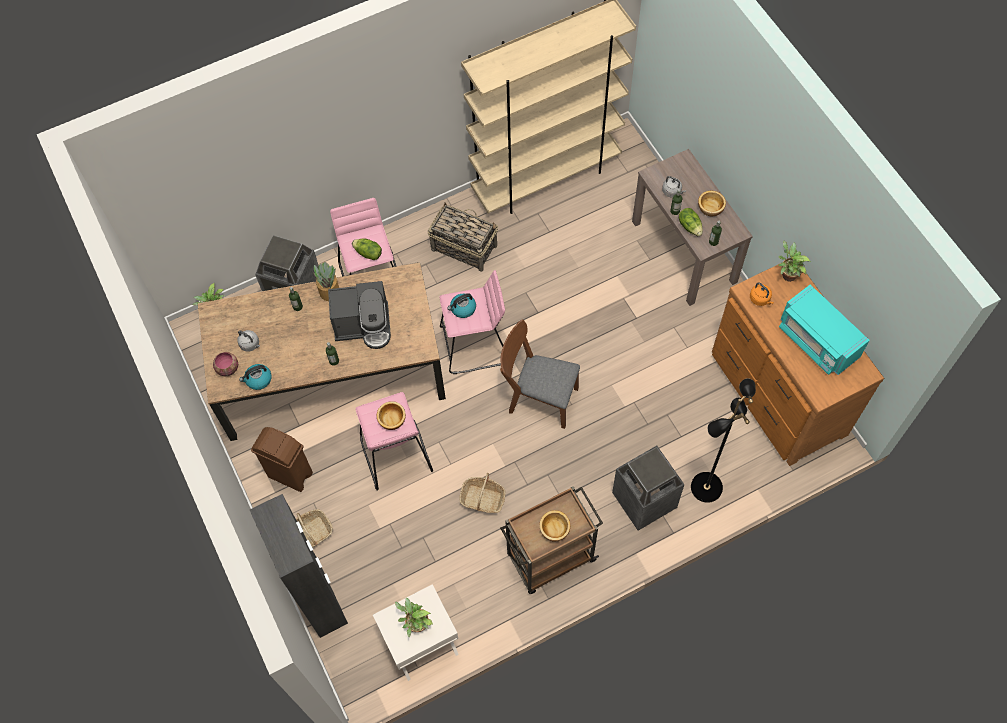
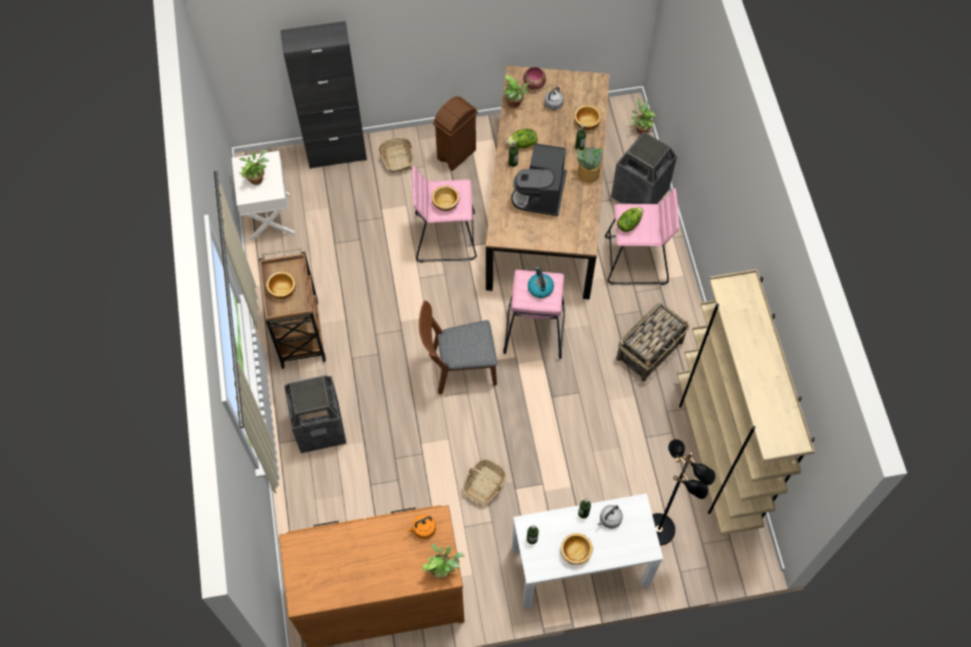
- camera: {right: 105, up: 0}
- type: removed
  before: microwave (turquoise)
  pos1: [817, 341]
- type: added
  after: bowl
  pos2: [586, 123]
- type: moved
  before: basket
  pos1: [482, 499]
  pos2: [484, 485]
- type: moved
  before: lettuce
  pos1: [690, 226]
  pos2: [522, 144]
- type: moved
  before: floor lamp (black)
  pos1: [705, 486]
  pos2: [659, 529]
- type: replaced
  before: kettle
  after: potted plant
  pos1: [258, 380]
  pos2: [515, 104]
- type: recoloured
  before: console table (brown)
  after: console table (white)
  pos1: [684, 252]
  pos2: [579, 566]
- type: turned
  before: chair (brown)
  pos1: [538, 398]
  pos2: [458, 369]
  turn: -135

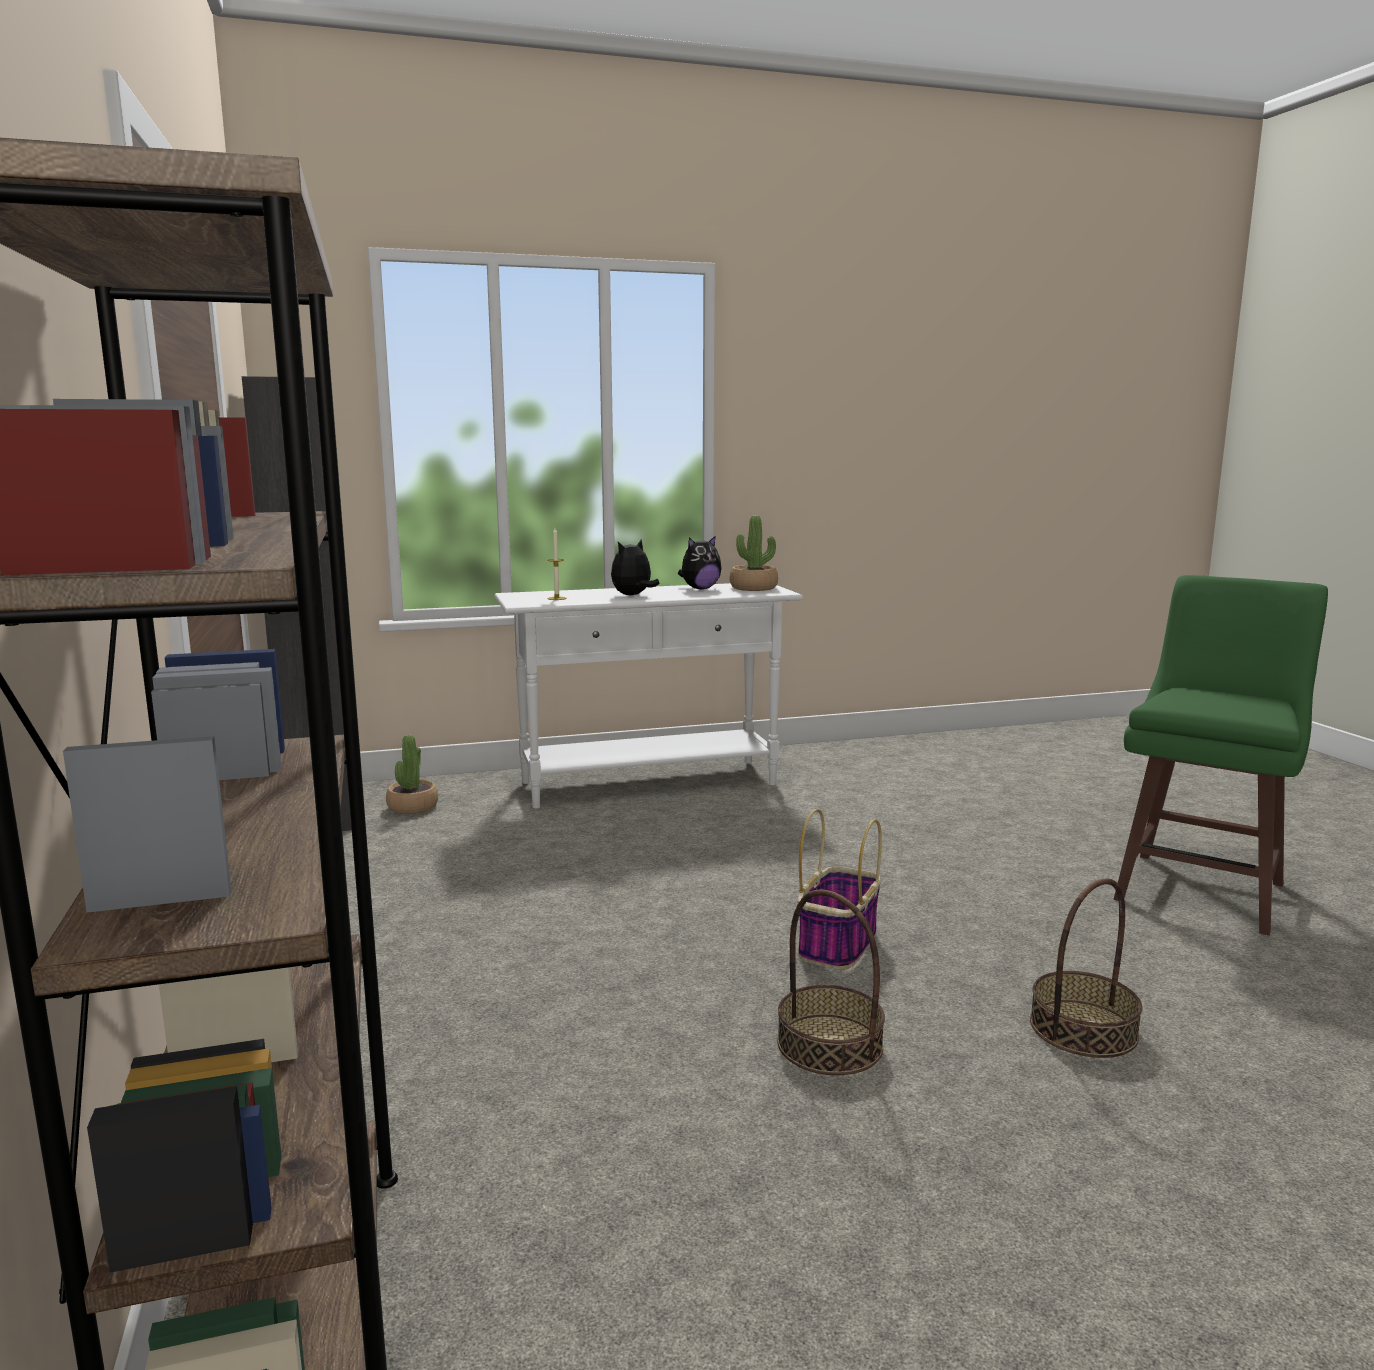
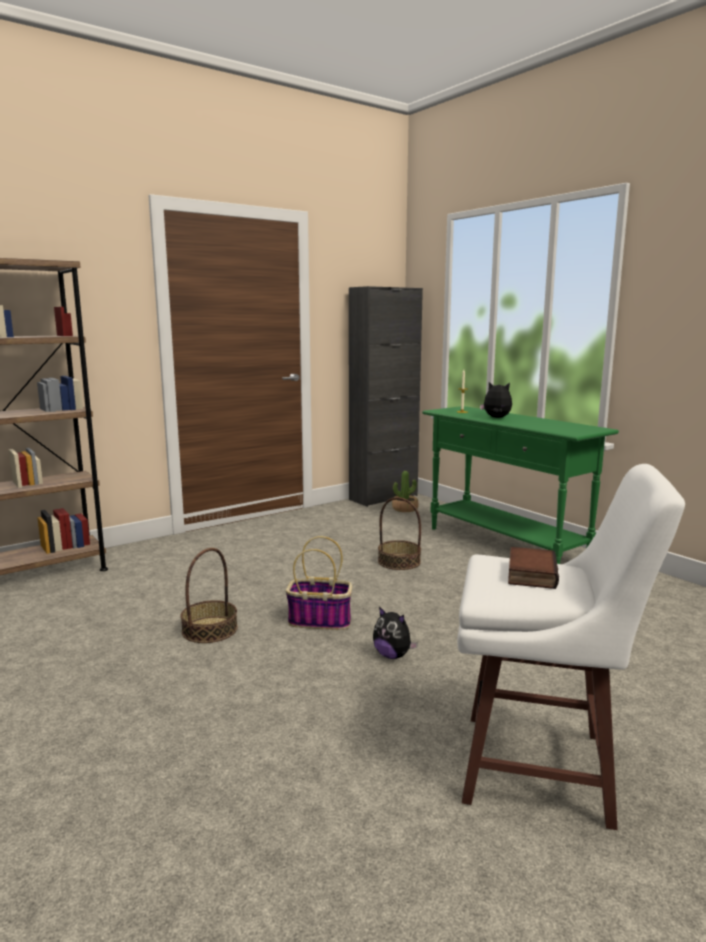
- camera: {right: 70, up: 0}
- type: removed
  before: potted plant
  pos1: [753, 588]
- type: added
  after: book
  pos2: [529, 573]
- type: moved
  before: plush toy
  pos1: [700, 589]
  pos2: [393, 655]
- type: moved
  before: basket
  pos1: [1083, 1029]
  pos2: [399, 562]
- type: recoloured
  before: console table (white)
  after: console table (green)
  pos1: [650, 784]
  pos2: [505, 545]
- type: recoloured
  before: stool (green)
  after: stool (white)
  pos1: [1202, 890]
  pos2: [541, 769]

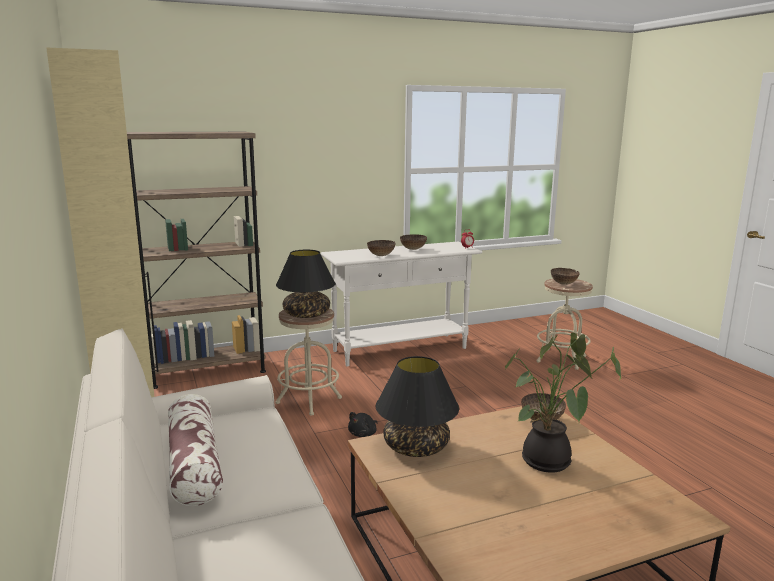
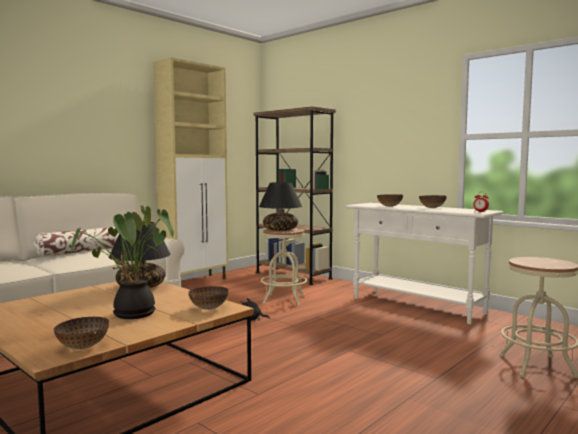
- camera: {right: 65, up: -10}
- type: moved
  before: bowl
  pos1: [563, 284]
  pos2: [82, 347]

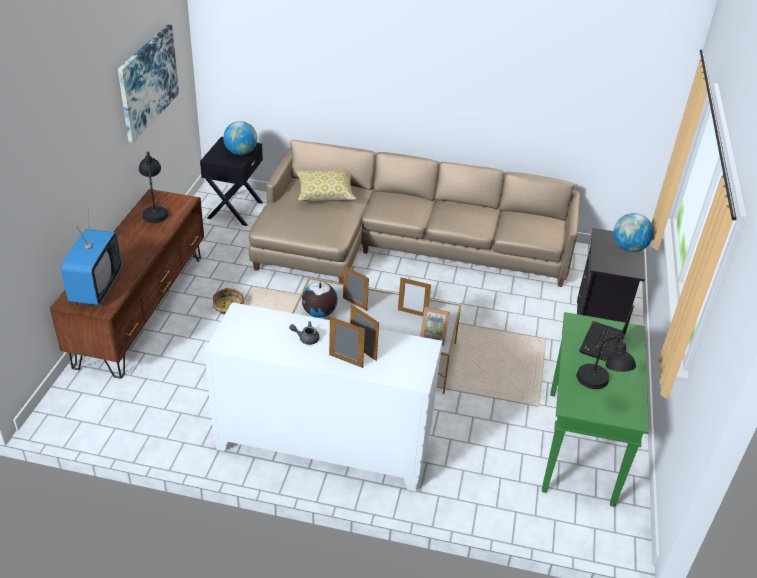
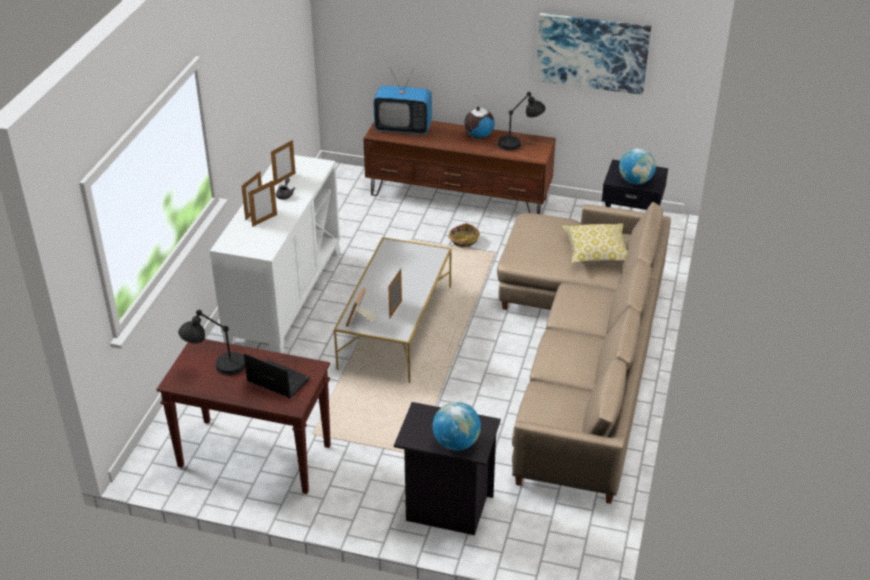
- camera: {right: 95, up: 0}
- type: moved
  before: globe
  pos1: [319, 313]
  pos2: [478, 136]
- type: moved
  before: picture frame
  pos1: [355, 304]
  pos2: [284, 179]
- type: recoloured
  before: console table (green)
  after: console table (brown)
  pos1: [581, 447]
  pos2: [253, 456]

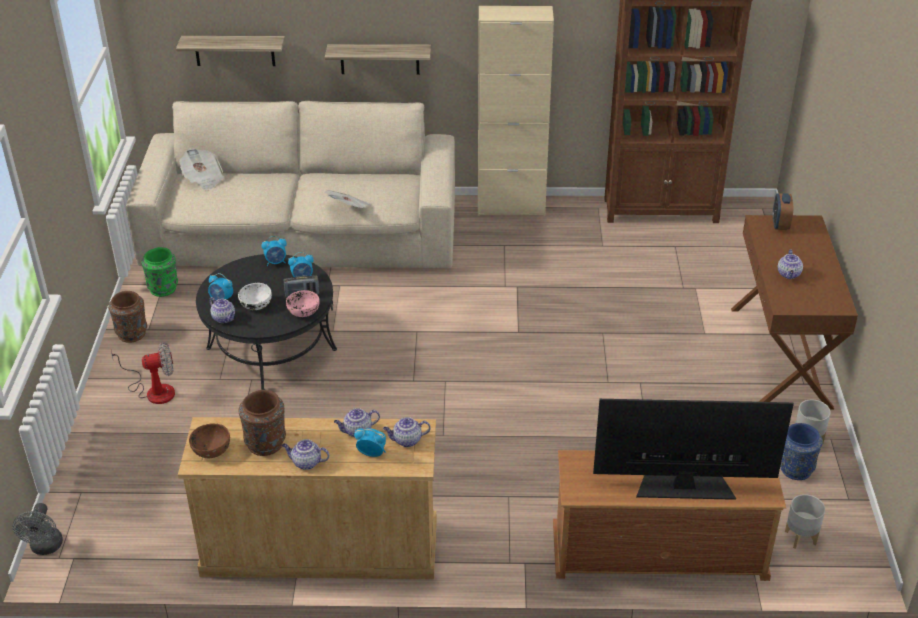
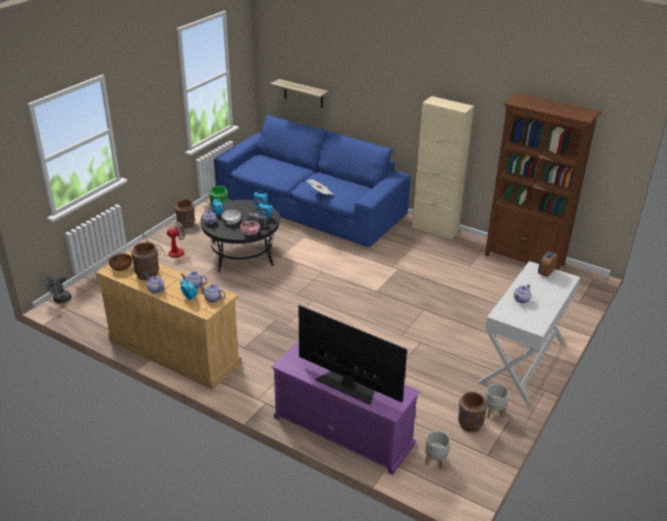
- camera: {right: 30, up: -5}
- type: removed
  before: newspaper
  pos1: [203, 179]
- type: removed
  before: shelf
  pos1: [379, 59]
- type: recoloured
  before: sofa (beige)
  after: sofa (blue)
  pos1: [301, 234]
  pos2: [309, 207]
- type: recoloured
  before: tv stand (brown)
  after: tv stand (purple)
  pos1: [657, 552]
  pos2: [341, 430]
- type: recoloured
  before: console table (brown)
  after: console table (white)
  pos1: [781, 356]
  pos2: [522, 362]
- type: recoloured
  before: vase (blue)
  after: vase (brown)
  pos1: [795, 469]
  pos2: [469, 424]
- type: turned
  before: fan
  pos1: [153, 390]
  pos2: [171, 252]
  turn: -45

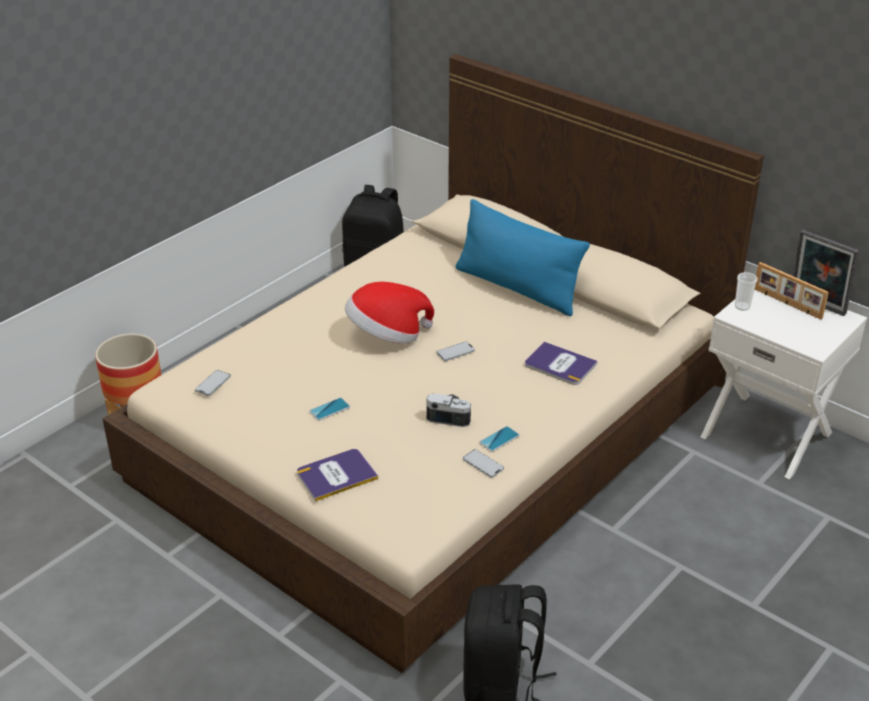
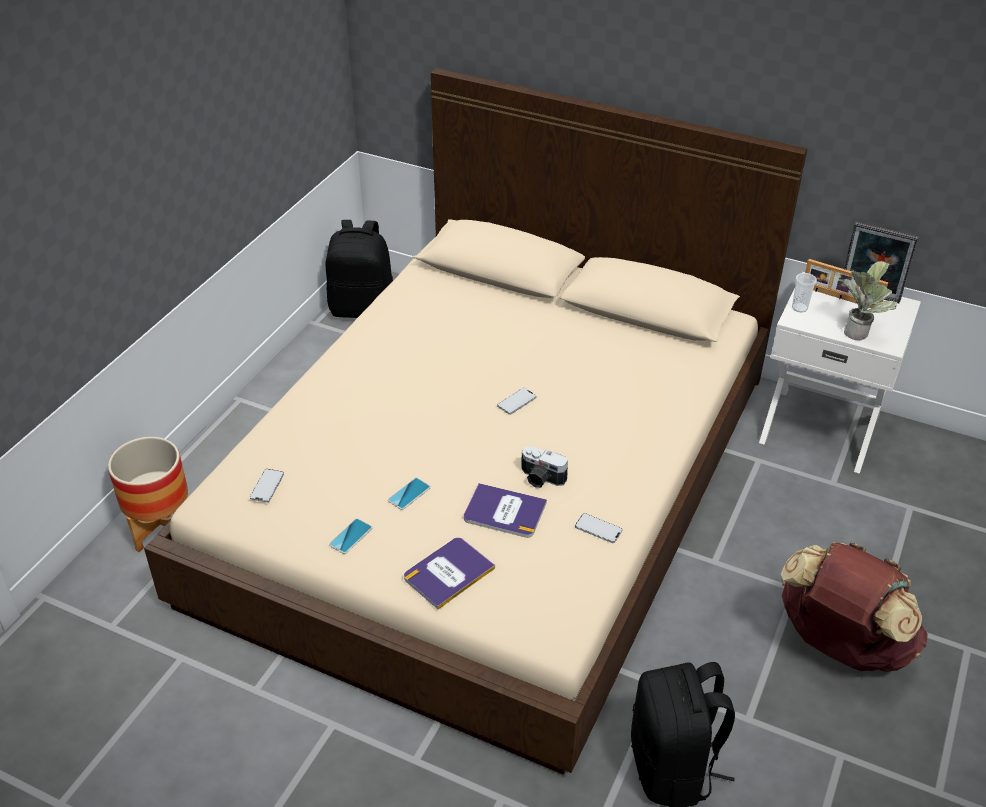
- camera: {right: -15, up: 5}
- type: removed
  before: hat
  pos1: [387, 336]
- type: removed
  before: pillow (blue)
  pos1: [517, 288]
- type: added
  after: backpack (brown)
  pos2: [840, 645]
- type: added
  after: potted plant
  pos2: [859, 330]
- type: moved
  before: phone
  pos1: [499, 439]
  pos2: [350, 536]
- type: moved
  before: book
  pos1: [560, 365]
  pos2: [504, 512]
- type: turned
  before: photo camera
  pos1: [449, 416]
  pos2: [541, 479]
  turn: -150

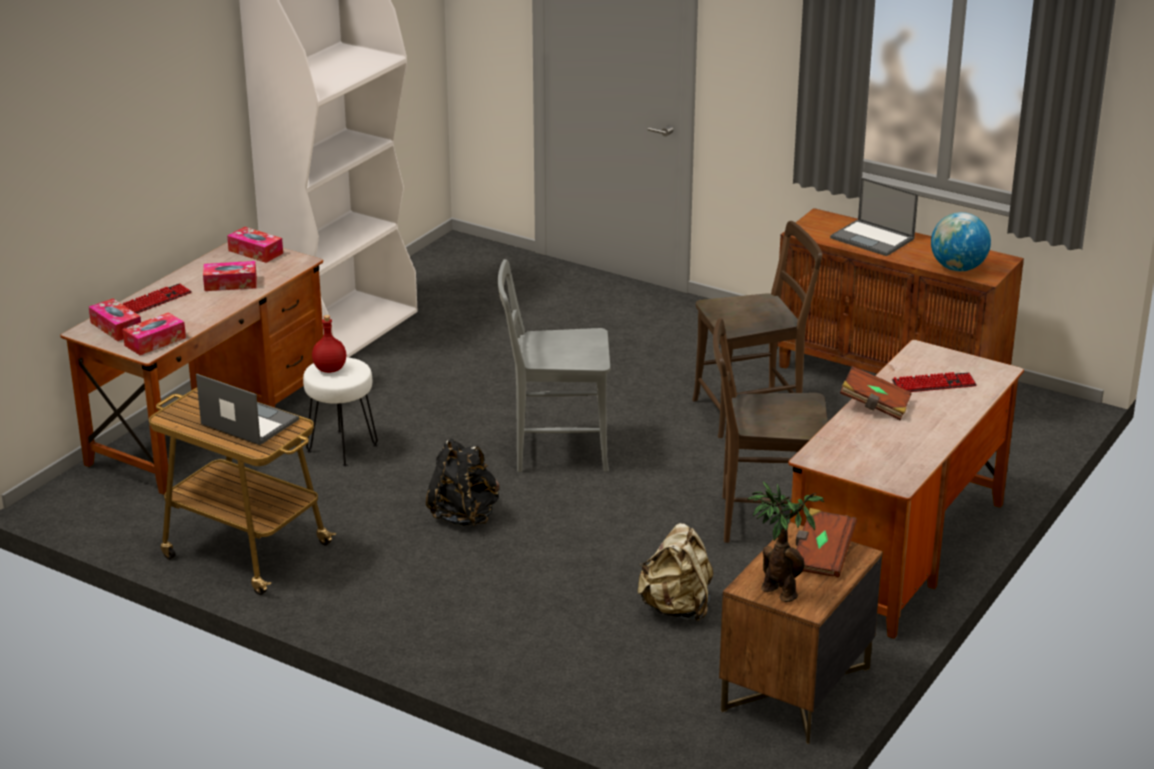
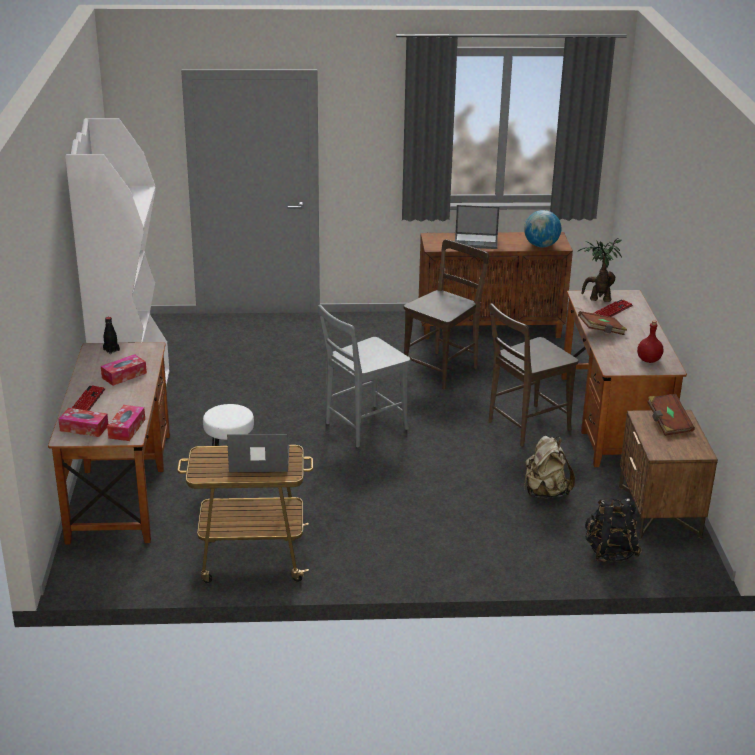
- camera: {right: -35, up: 0}
- type: moved
  before: bottle (red)
  pos1: [330, 369]
  pos2: [649, 360]
- type: moved
  before: backpack (black)
  pos1: [464, 515]
  pos2: [610, 552]
- type: moved
  before: potted plant
  pos1: [777, 590]
  pos2: [597, 299]
- type: replaced
  before: tissue box
  after: bottle (black)
  pos1: [255, 252]
  pos2: [111, 350]

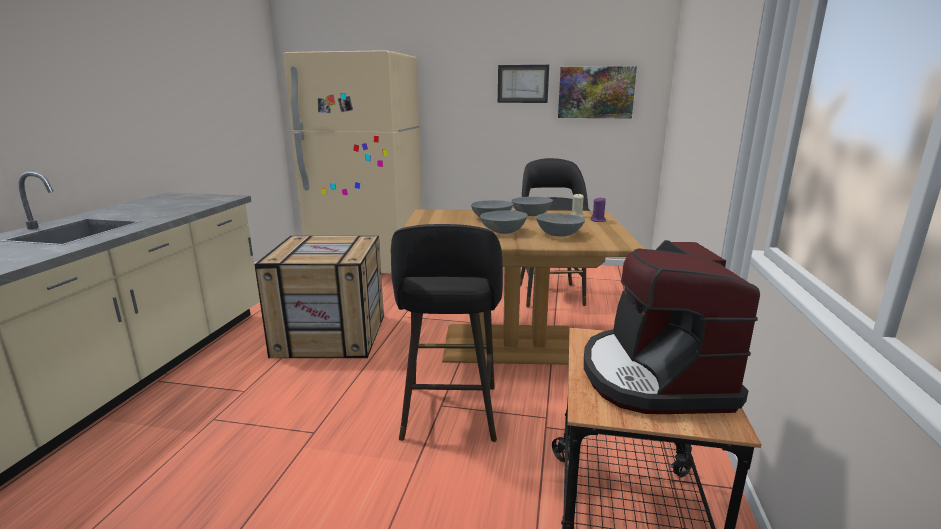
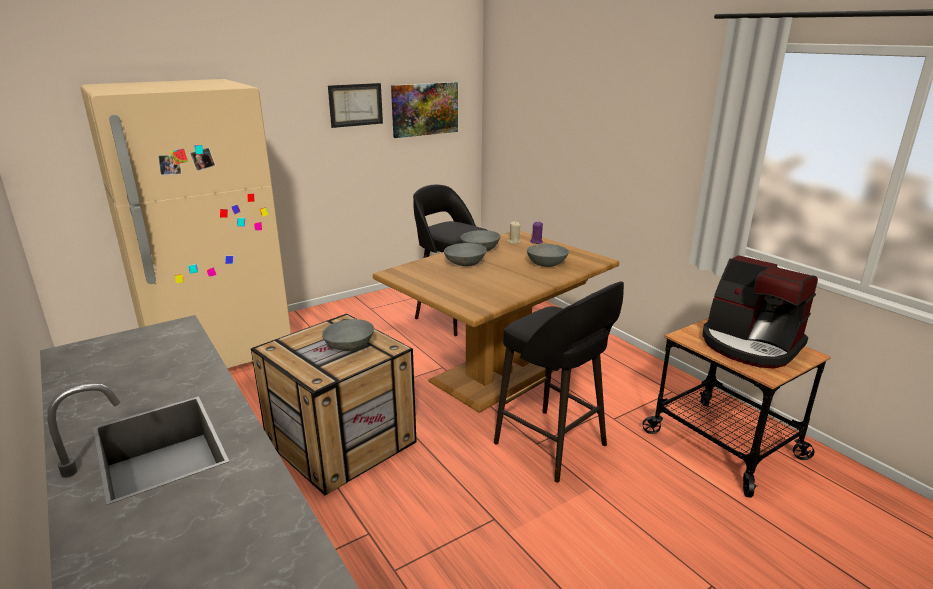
- camera: {right: -45, up: 5}
- type: moved
  before: bowl (grey)
  pos1: [504, 231]
  pos2: [350, 346]

